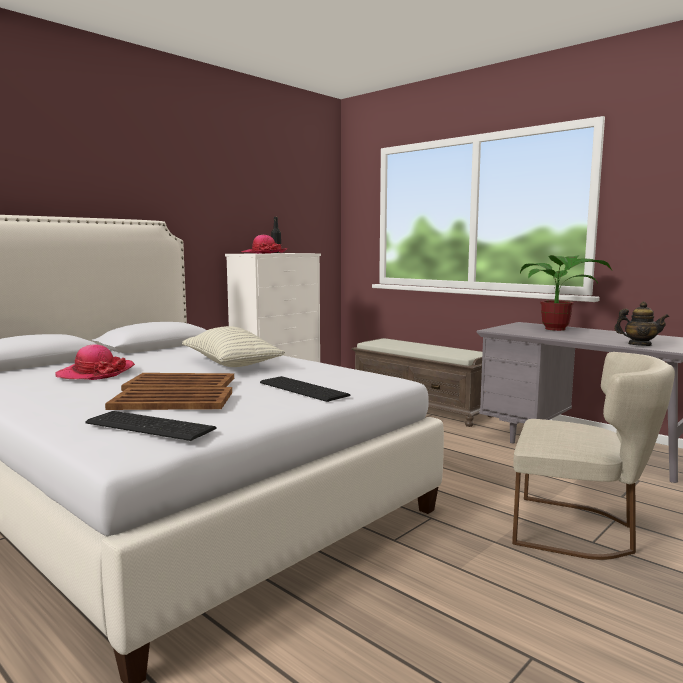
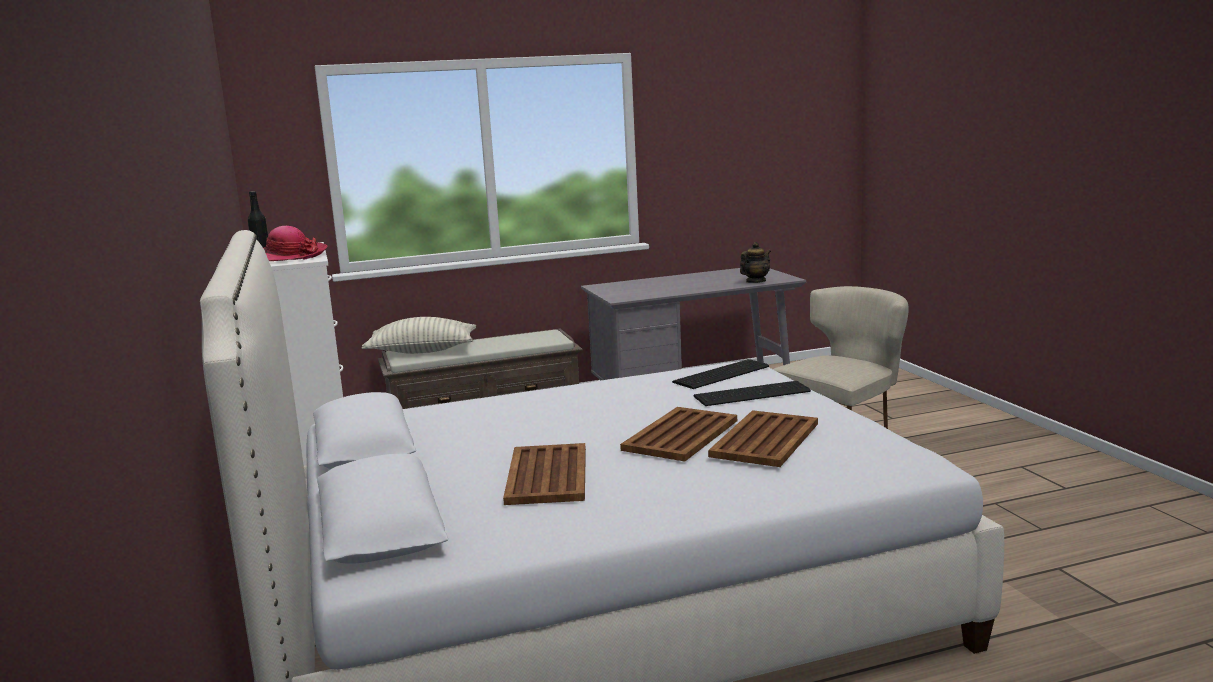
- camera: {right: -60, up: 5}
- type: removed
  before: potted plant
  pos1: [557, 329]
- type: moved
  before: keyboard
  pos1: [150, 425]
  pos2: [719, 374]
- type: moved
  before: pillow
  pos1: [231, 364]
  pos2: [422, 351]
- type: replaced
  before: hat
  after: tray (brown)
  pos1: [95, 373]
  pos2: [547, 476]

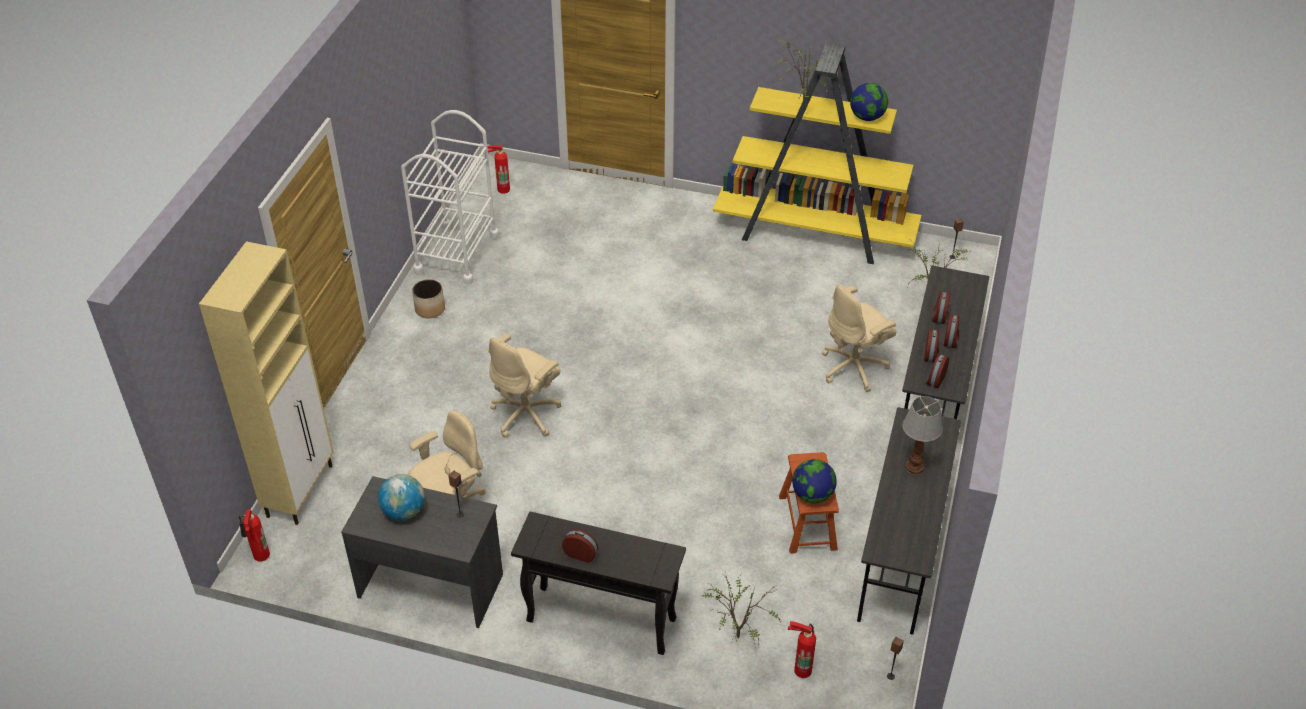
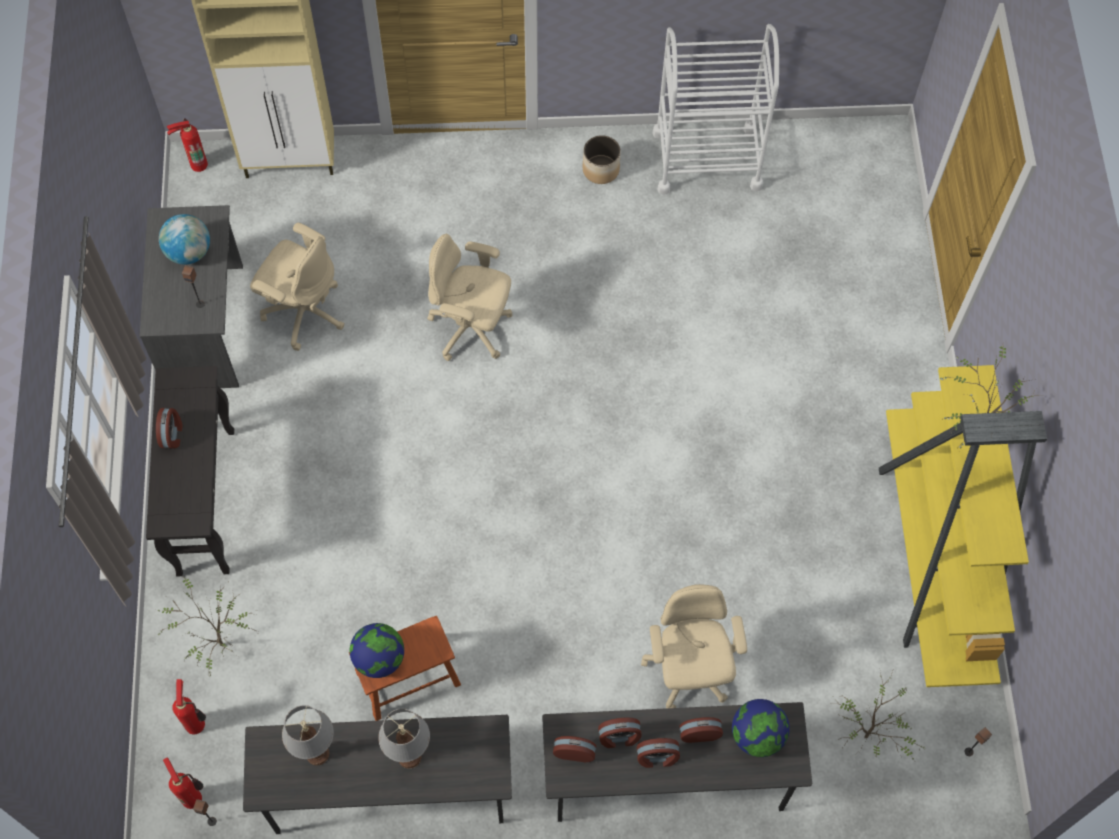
- camera: {right: 70, up: 20}
- type: added
  after: table lamp
  pos2: [316, 754]
- type: moved
  before: fire extinguisher
  pos1: [502, 189]
  pos2: [193, 796]
- type: moved
  before: globe
  pos1: [867, 117]
  pos2: [757, 735]
- type: turned
  before: office chair (beige)
  pos1: [854, 368]
  pos2: [688, 670]
  turn: 45

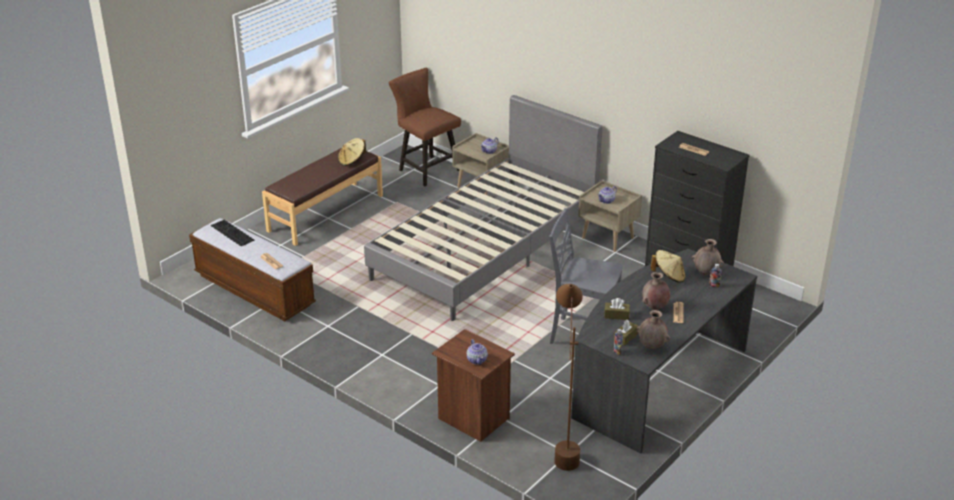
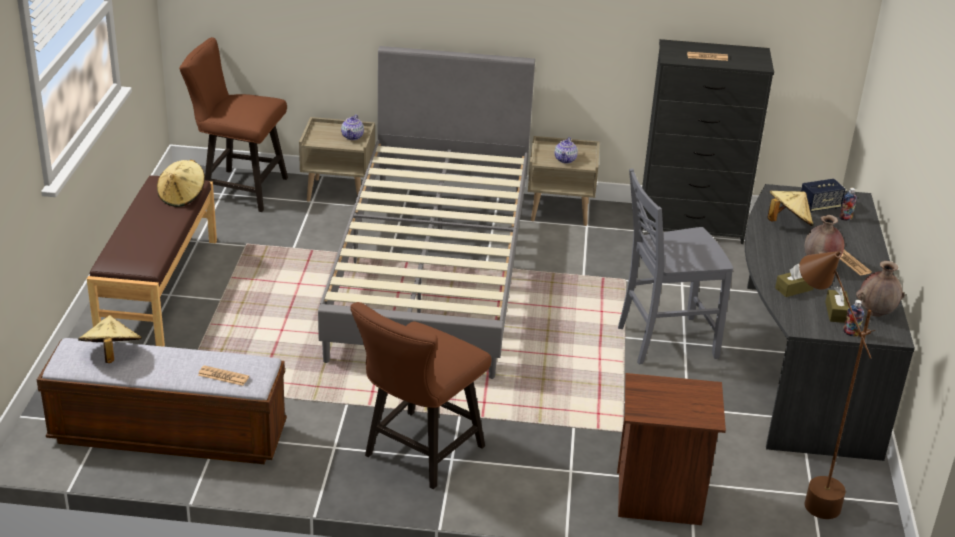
- camera: {right: -35, up: 0}
- type: removed
  before: teapot
  pos1: [477, 360]
- type: added
  after: chair (brown)
  pos2: [418, 455]
- type: replaced
  before: keyboard
  after: hat (beige)
  pos1: [231, 233]
  pos2: [111, 354]
- type: replaced
  before: vase (brown)
  after: speaker
  pos1: [706, 273]
  pos2: [819, 206]

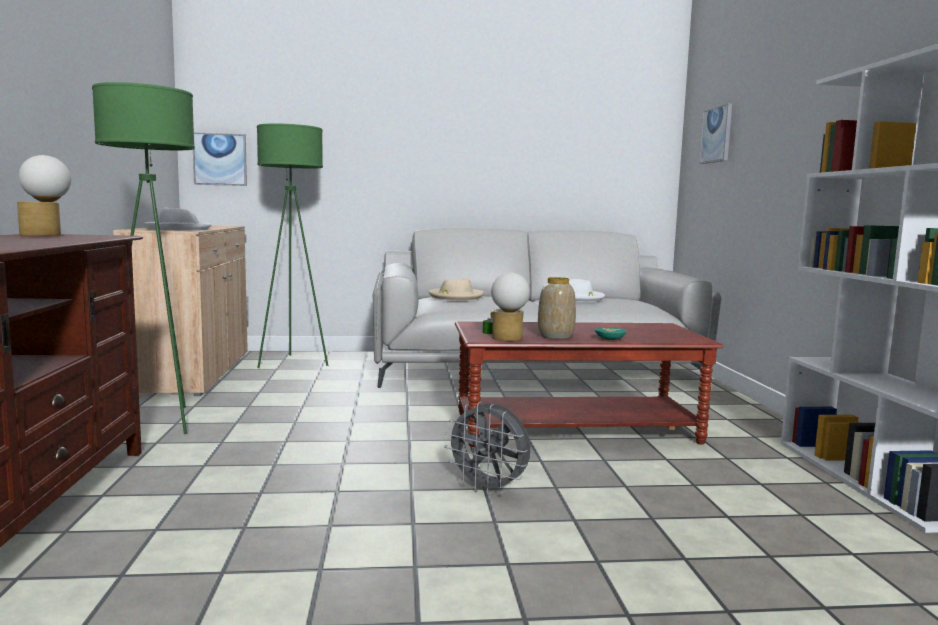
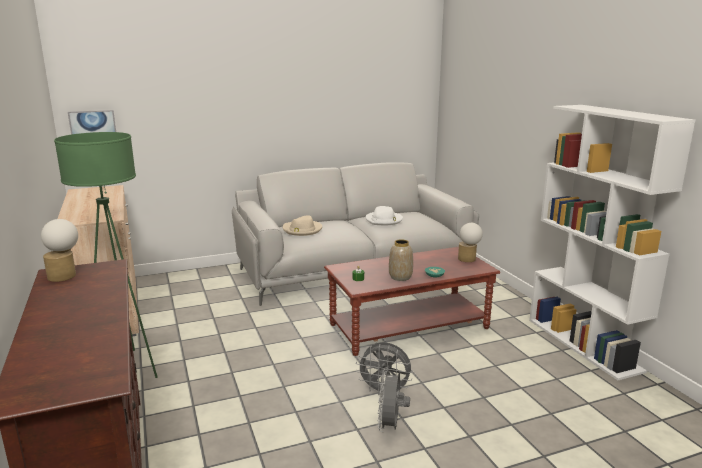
- camera: {right: -15, up: 10}
- type: removed
  before: hat (white)
  pos1: [178, 229]
- type: removed
  before: floor lamp (green)
  pos1: [293, 363]
- type: removed
  before: picture
  pos1: [717, 135]
- type: added
  after: fan (grey)
  pos2: [390, 426]
- type: moved
  before: table lamp
  pos1: [507, 339]
  pos2: [468, 260]

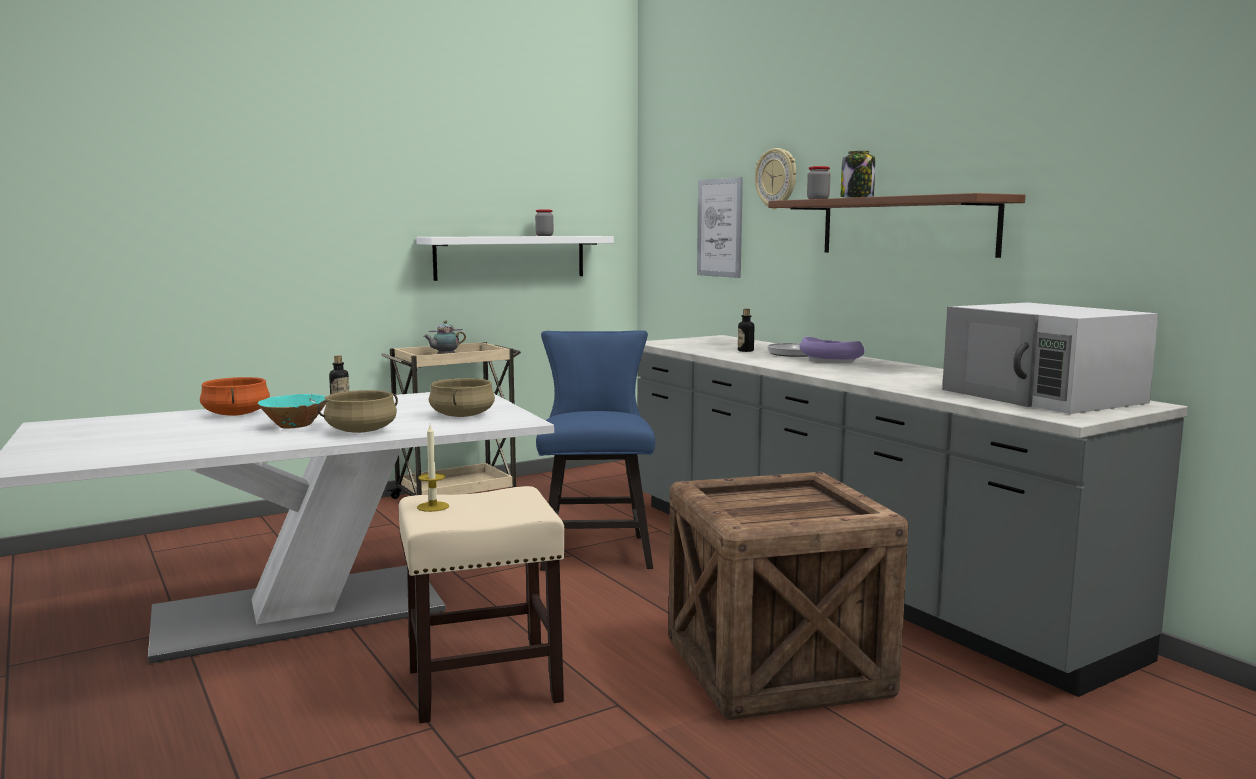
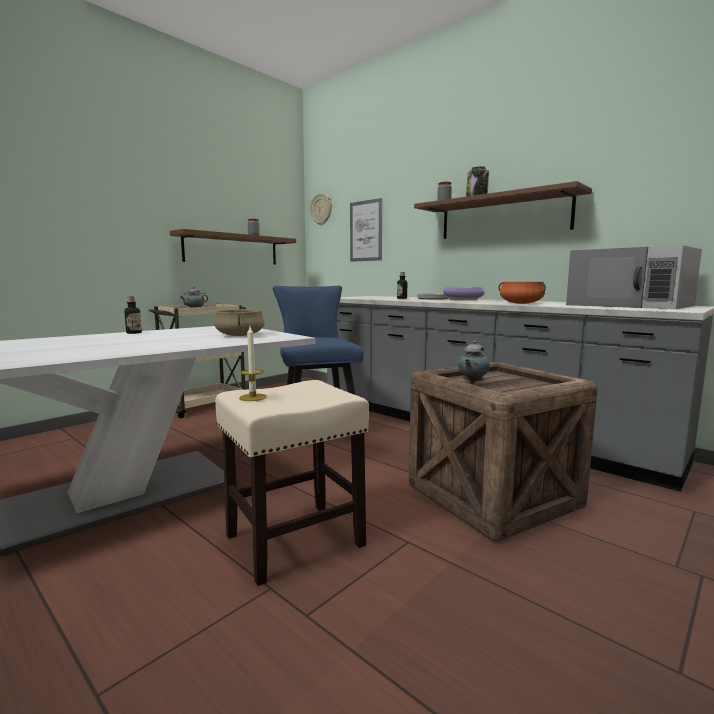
- camera: {right: -15, up: 0}
- type: removed
  before: bowl (turquoise)
  pos1: [295, 426]
- type: removed
  before: cooking pot (beige)
  pos1: [361, 431]
- type: added
  after: teapot
  pos2: [472, 383]
- type: moved
  before: cooking pot (orange)
  pos1: [235, 414]
  pos2: [521, 303]
- type: moved
  before: wall clock
  pos1: [776, 178]
  pos2: [321, 209]
- type: recoloured
  before: shelf (white)
  after: shelf (brown)
  pos1: [510, 257]
  pos2: [232, 249]

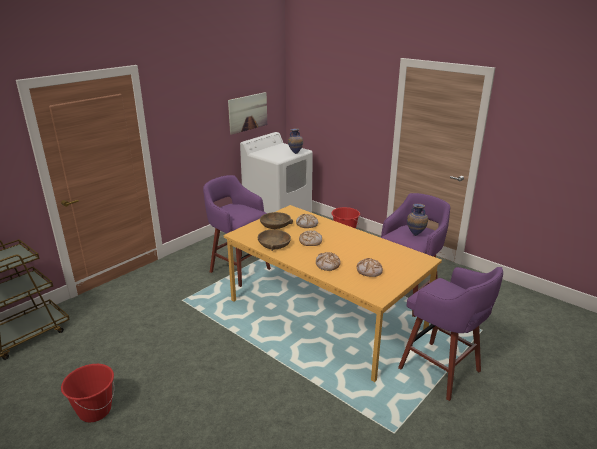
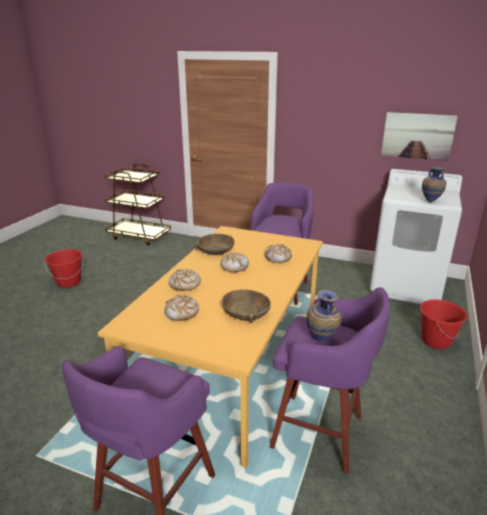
- camera: {right: 70, up: 0}
- type: moved
  before: bowl (brown)
  pos1: [275, 225]
  pos2: [246, 312]

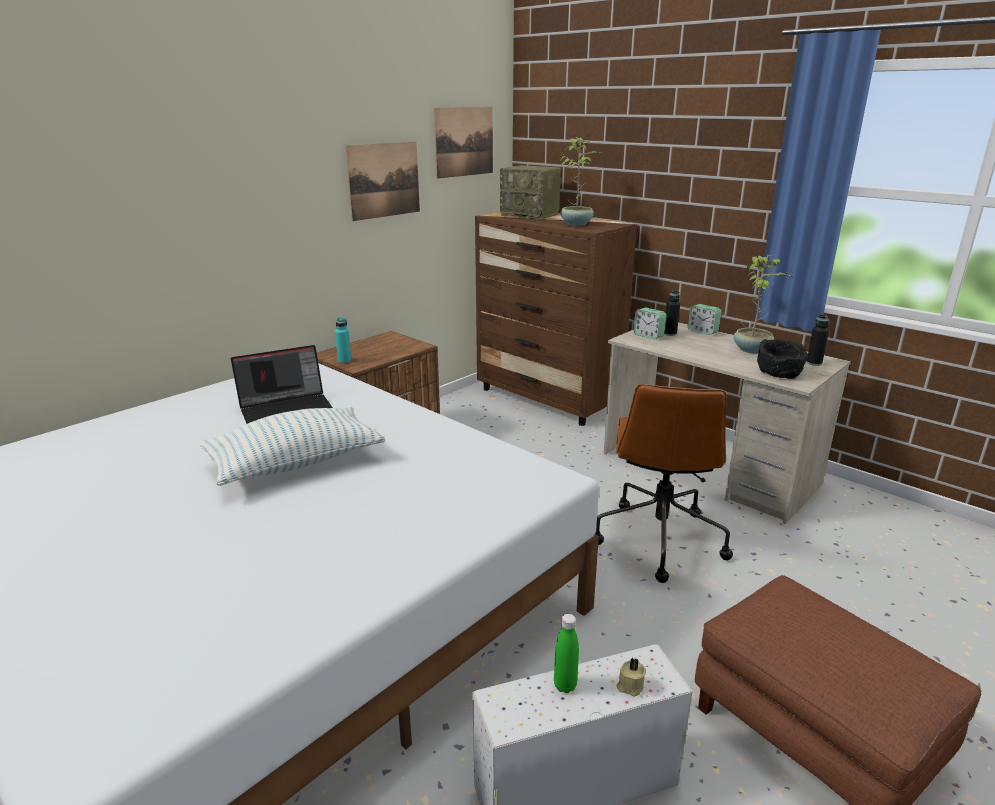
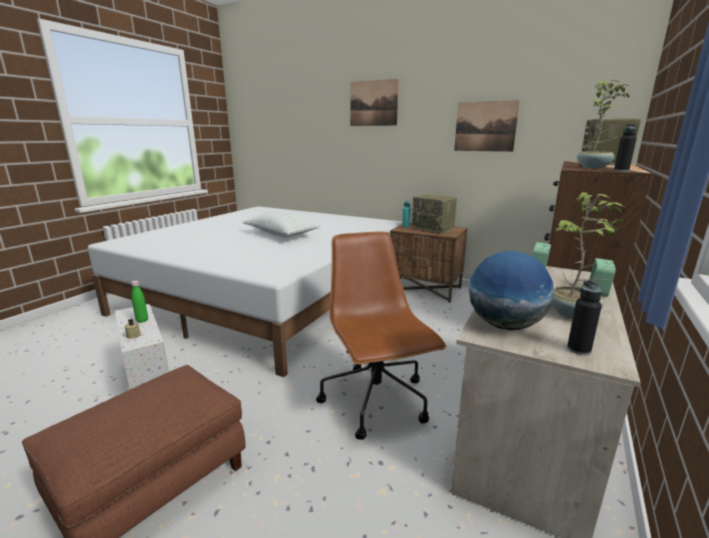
- camera: {right: 75, up: -5}
- type: removed
  before: laptop
  pos1: [288, 410]
- type: added
  after: radio
  pos2: [433, 229]
- type: moved
  before: picture
  pos1: [464, 142]
  pos2: [373, 103]
- type: moved
  before: bottle (black)
  pos1: [670, 334]
  pos2: [621, 171]
- type: replaced
  before: bowl (black)
  after: globe
  pos1: [779, 373]
  pos2: [505, 325]
- type: turned
  before: office chair (brown)
  pos1: [658, 538]
  pos2: [376, 402]
  turn: 75

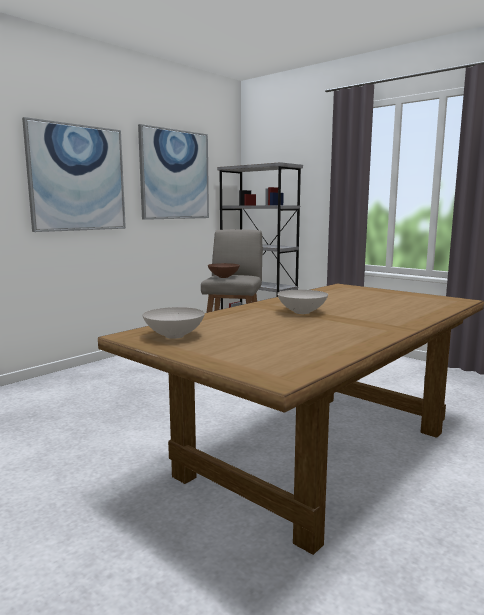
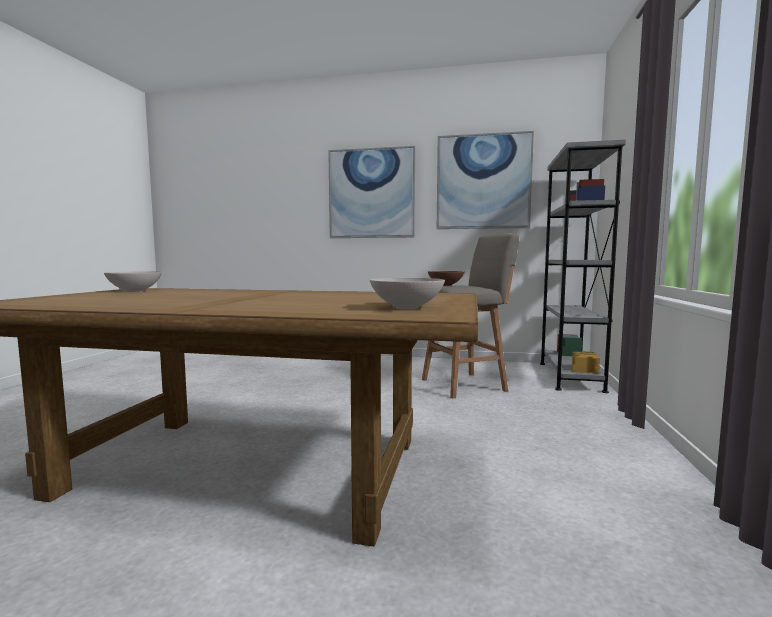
- camera: {right: 60, up: -5}
- type: moved
  before: bowl (white)
  pos1: [301, 312]
  pos2: [405, 307]

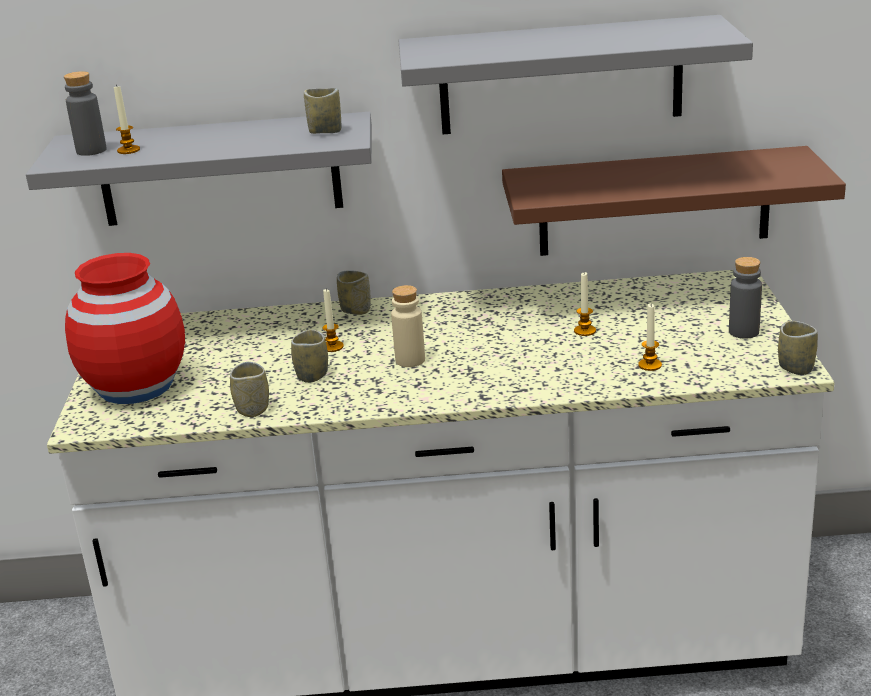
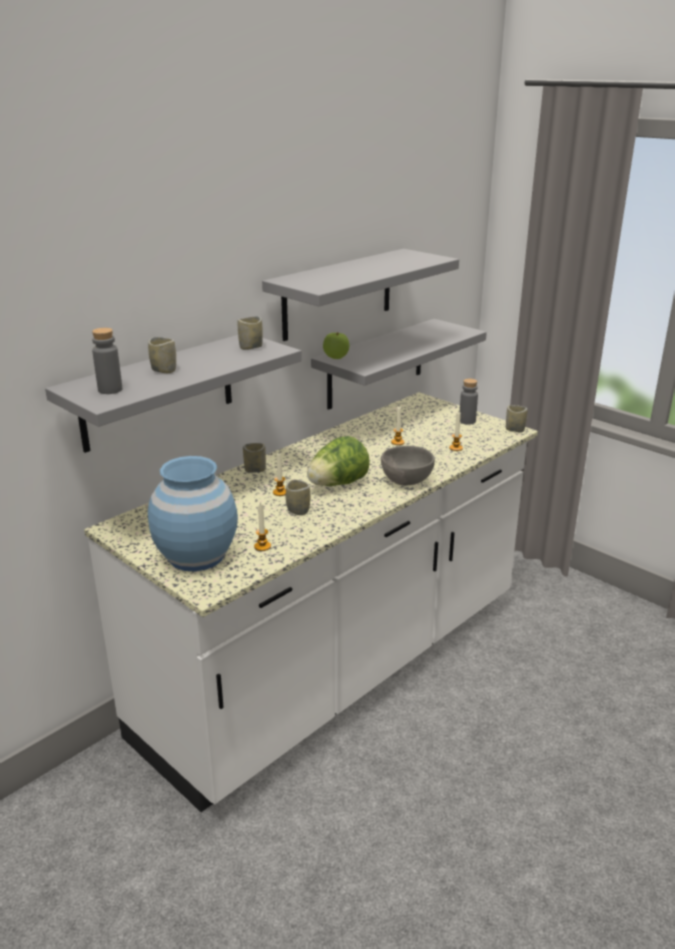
- camera: {right: -45, up: 0}
- type: added
  after: apple
  pos2: [336, 358]
- type: added
  after: bowl (grey)
  pos2: [405, 481]
- type: moved
  before: candle
  pos1: [128, 150]
  pos2: [262, 546]
- type: moved
  before: cup
  pos1: [252, 409]
  pos2: [164, 370]
- type: replaced
  before: bottle (beige)
  after: lettuce
  pos1: [410, 360]
  pos2: [337, 484]
- type: recoloured
  before: vase (red)
  after: vase (blue)
  pos1: [136, 385]
  pos2: [196, 556]
- type: recoloured
  before: shelf (brown)
  after: shelf (grey)
  pos1: [654, 202]
  pos2: [376, 364]

